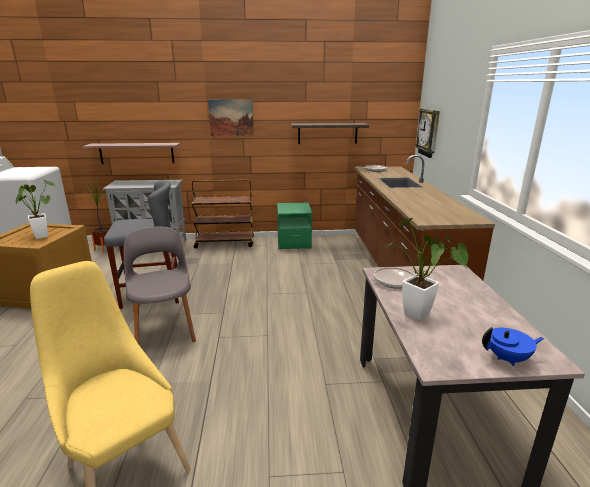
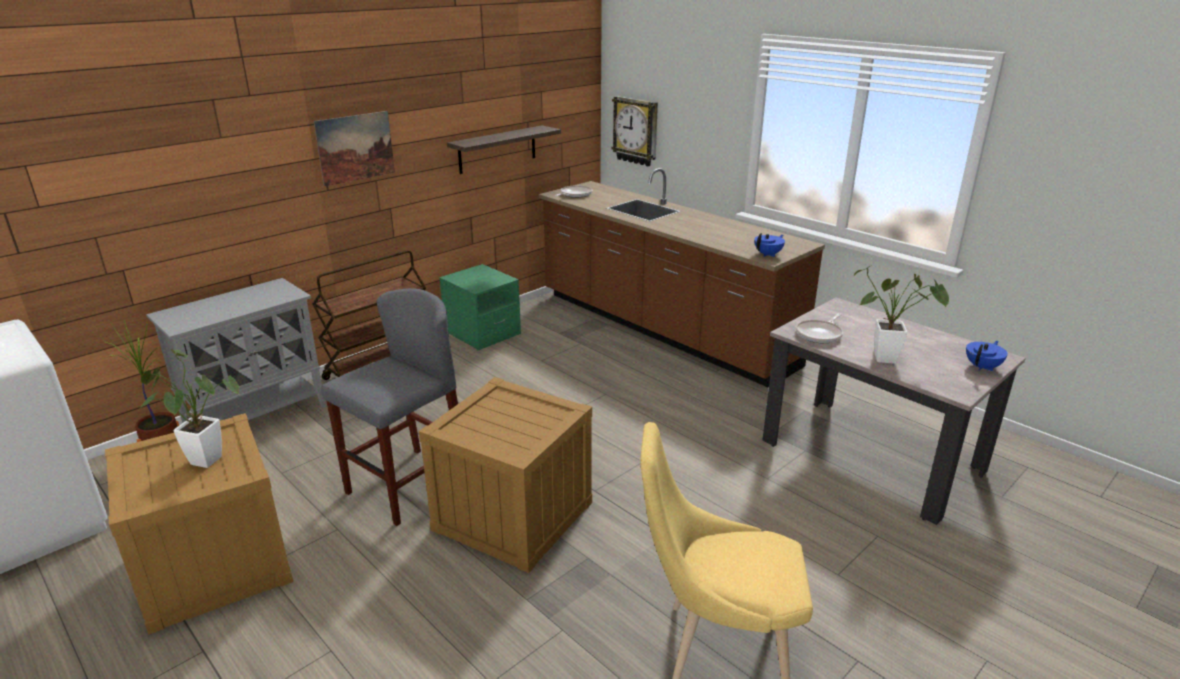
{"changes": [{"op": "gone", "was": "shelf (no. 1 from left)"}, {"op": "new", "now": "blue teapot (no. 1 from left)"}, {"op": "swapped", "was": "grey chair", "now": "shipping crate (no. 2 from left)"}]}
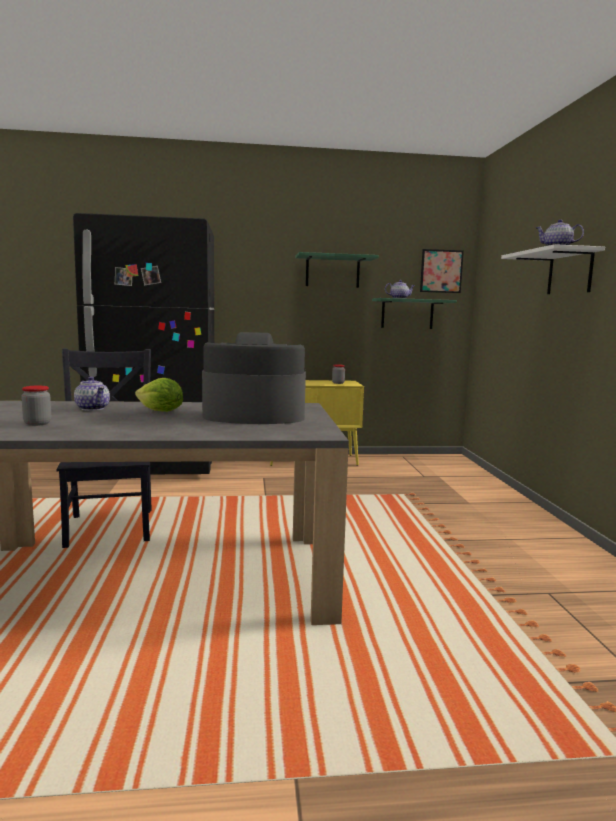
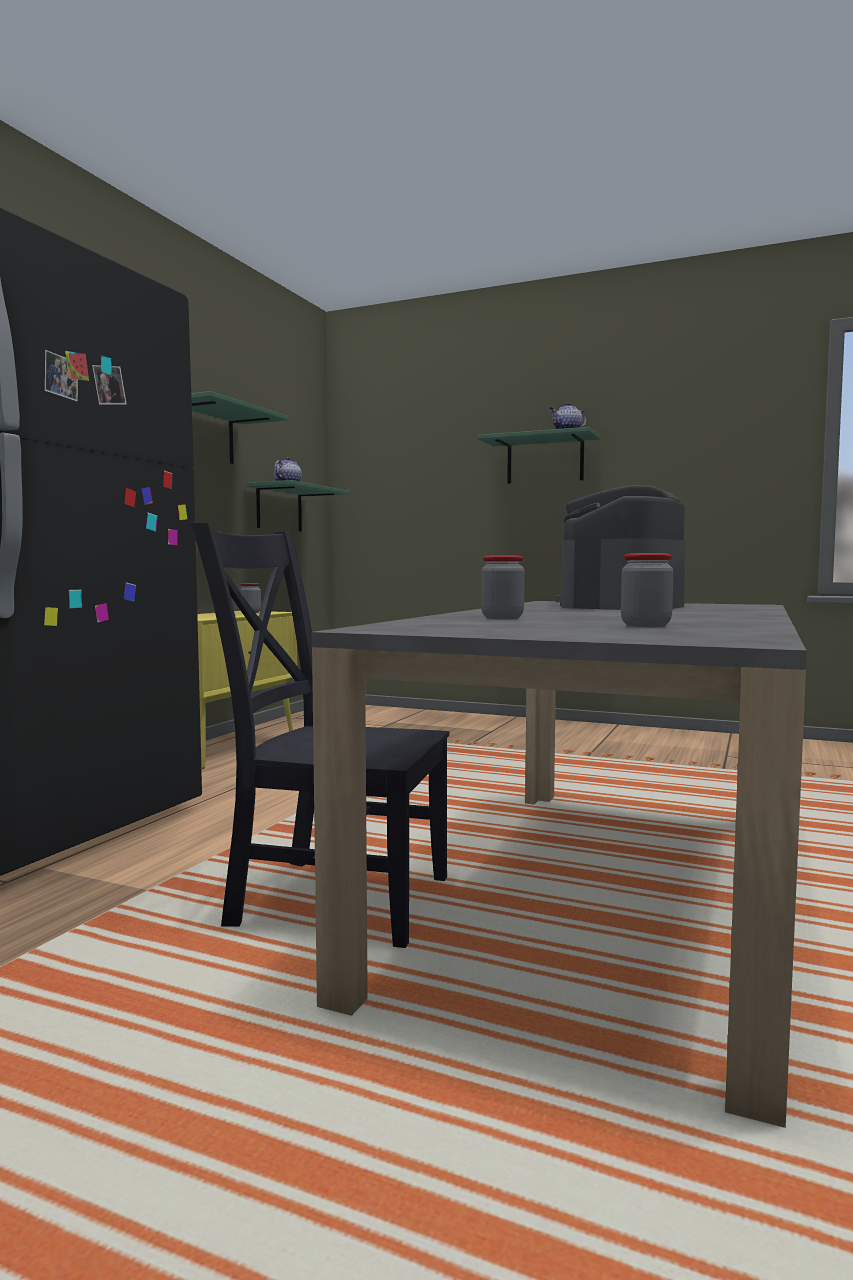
{"changes": [{"op": "gone", "was": "lettuce head"}, {"op": "gone", "was": "wall picture"}, {"op": "swapped", "was": "teapot (no. 1 from left)", "now": "preserve jar (no. 2 from left)"}, {"op": "repainted", "was": "whitish shelf", "now": "greenish shelf (no. 3 from left)"}]}
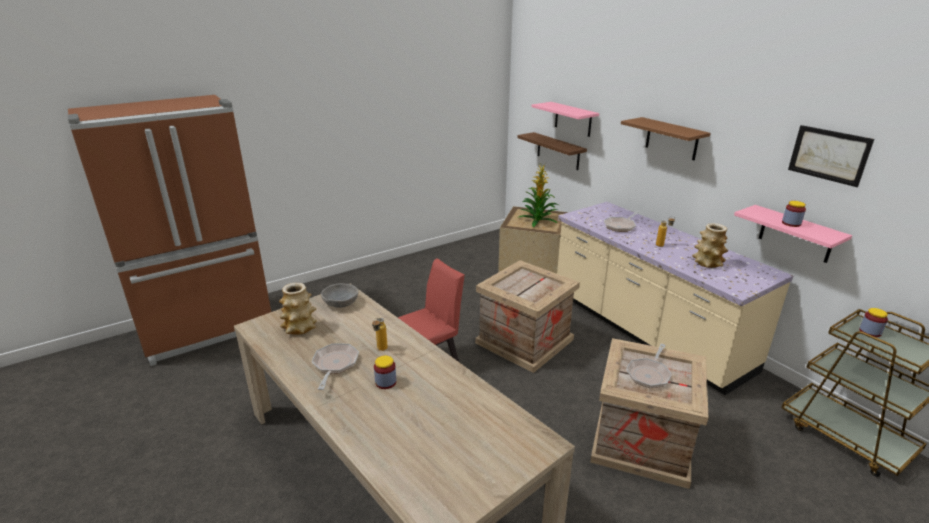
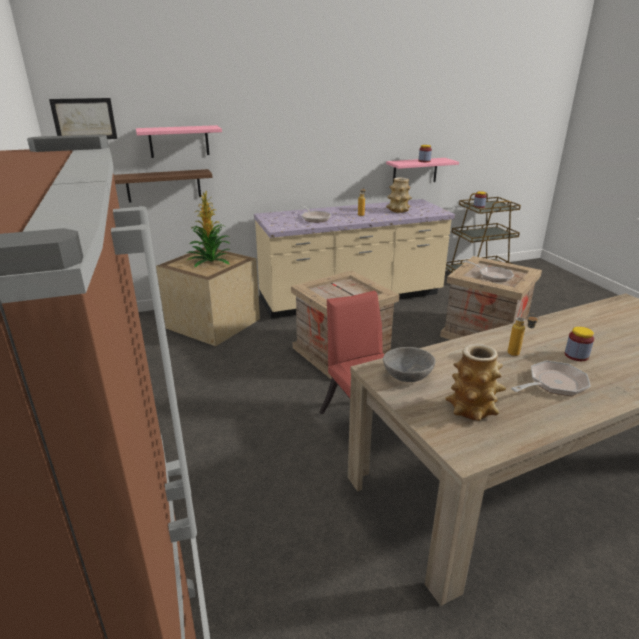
{"changes": [{"op": "gone", "was": "brown-coloured shelf (no. 2 from left)"}, {"op": "shifted", "was": "wall picture"}, {"op": "rotated", "was": "skillet (no. 1 from left in the first image)", "clockwise": 135}]}
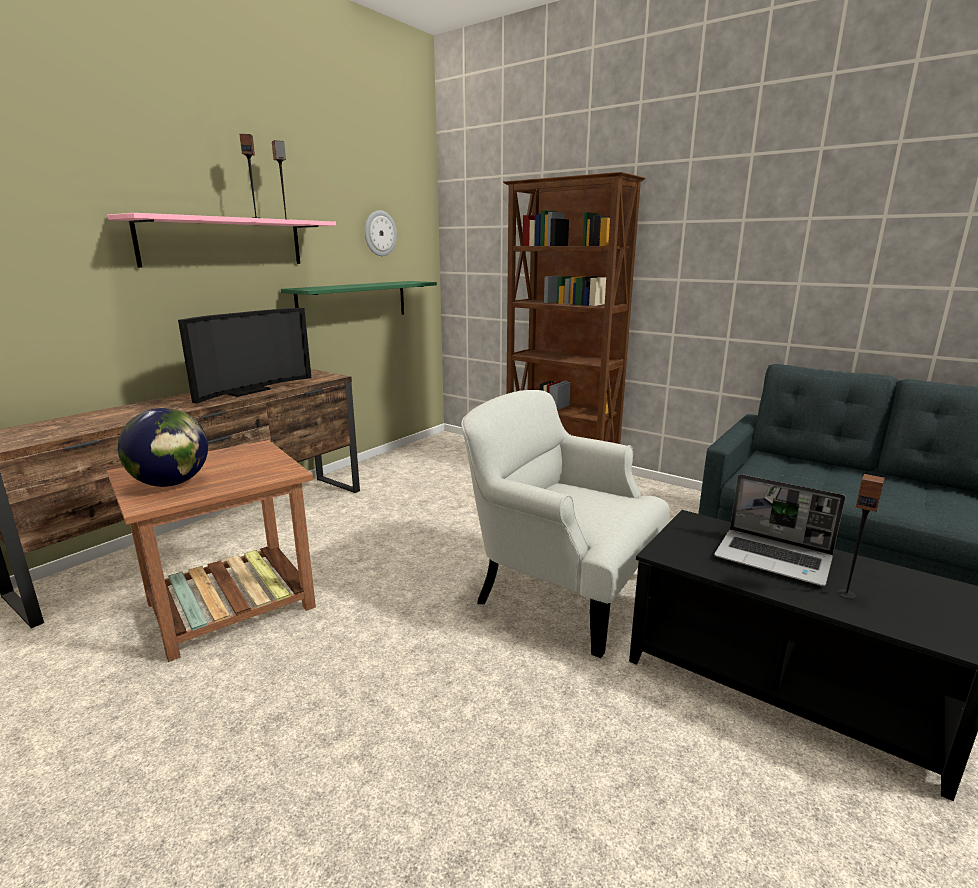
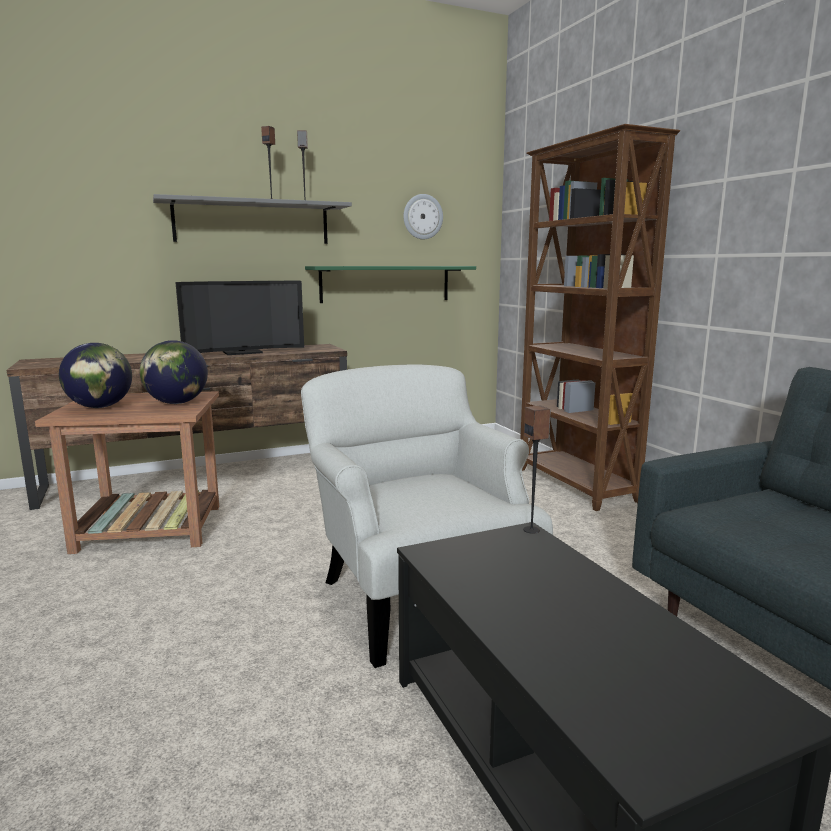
{"changes": [{"op": "gone", "was": "portable computer"}, {"op": "new", "now": "desk globe (no. 2 from left)"}, {"op": "shifted", "was": "speaker (no. 3 from left)"}, {"op": "repainted", "was": "pink-coloured shelf", "now": "grey shelf"}]}
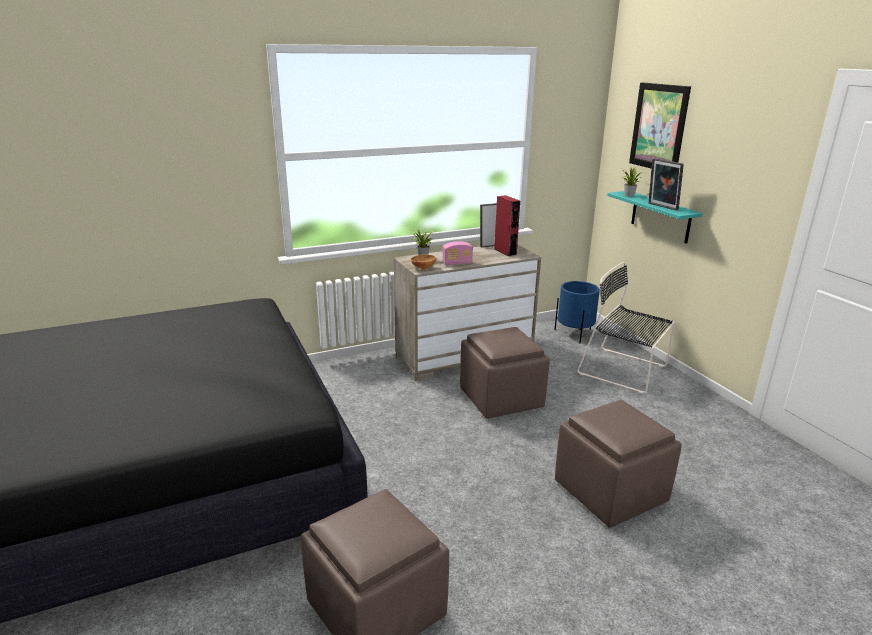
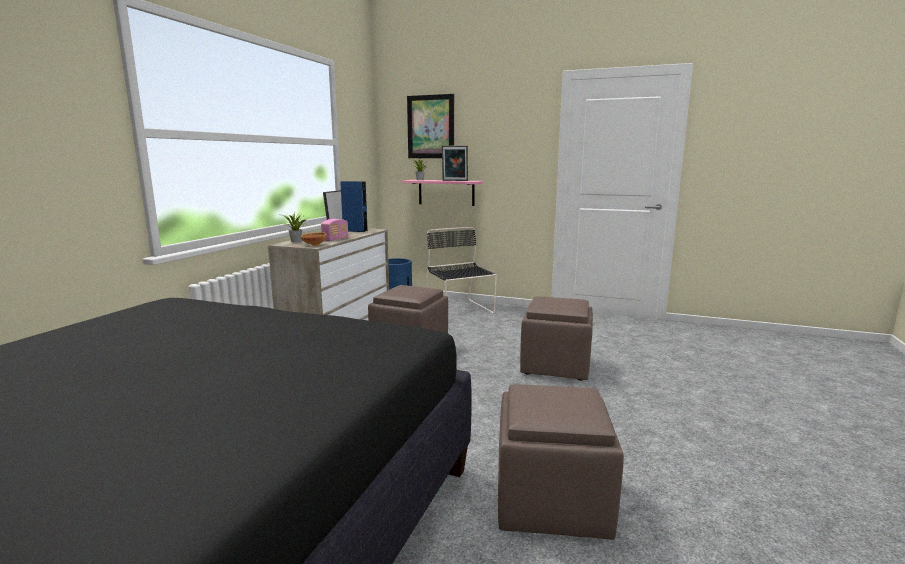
{"changes": [{"op": "repainted", "was": "reddish speaker", "now": "blue speaker"}, {"op": "repainted", "was": "turquoise-coloured shelf", "now": "pink-coloured shelf"}, {"op": "rotated", "was": "black-coloured chair", "clockwise": 75}]}
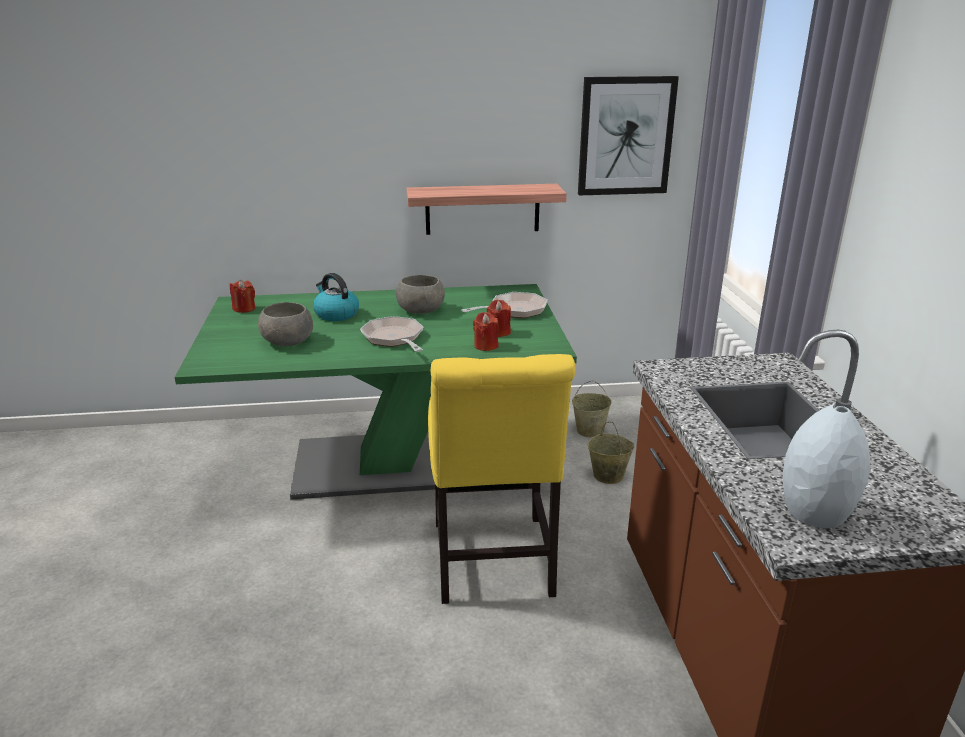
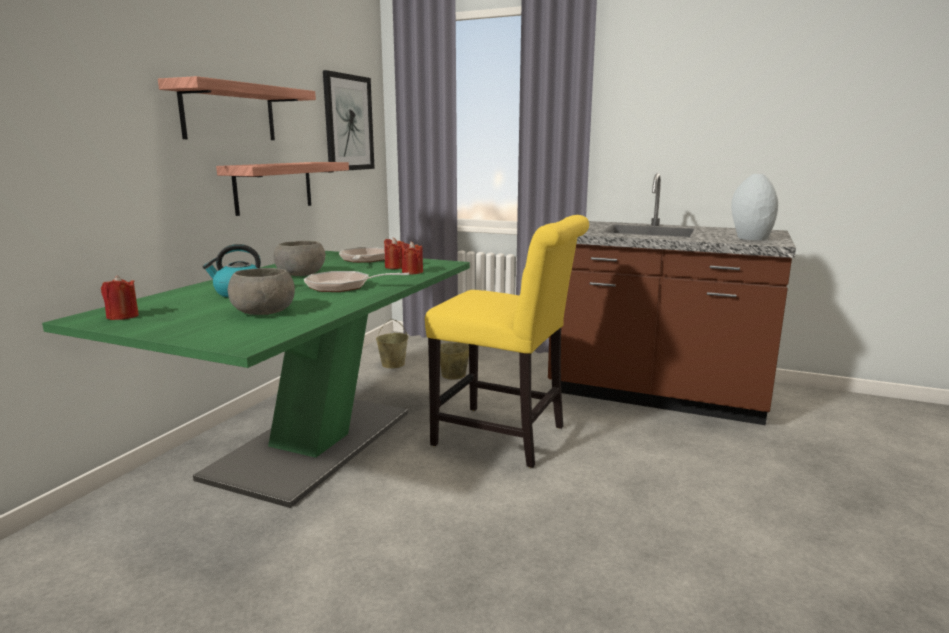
{"changes": [{"op": "new", "now": "shelf (no. 1 from left)"}]}
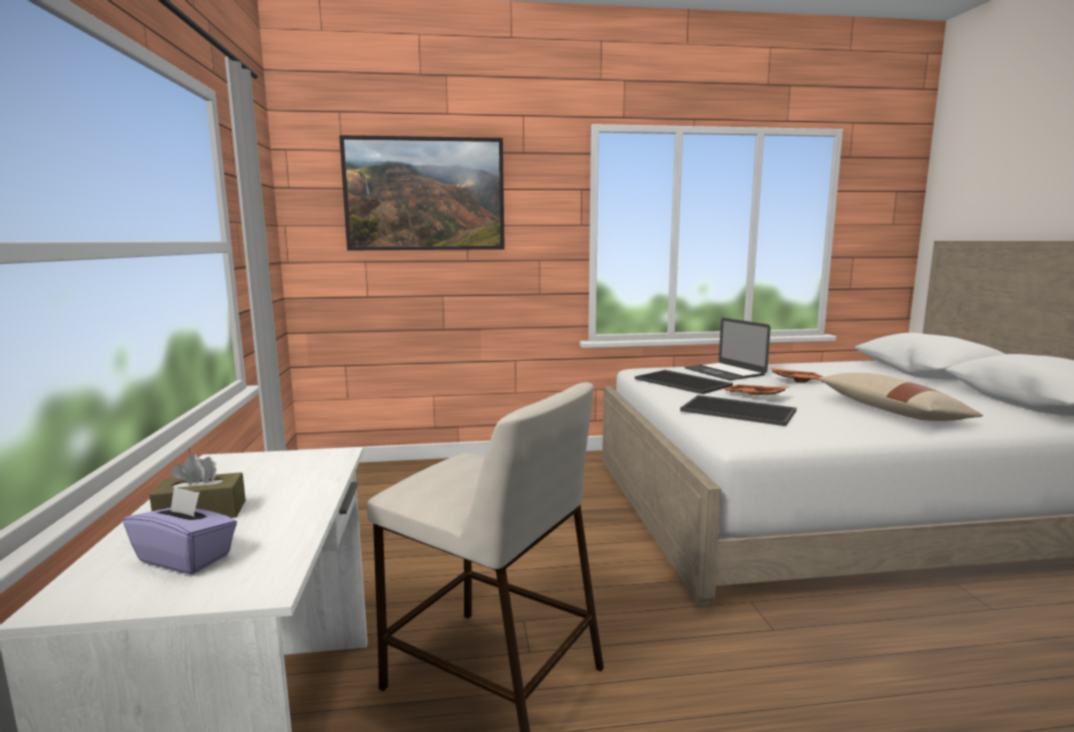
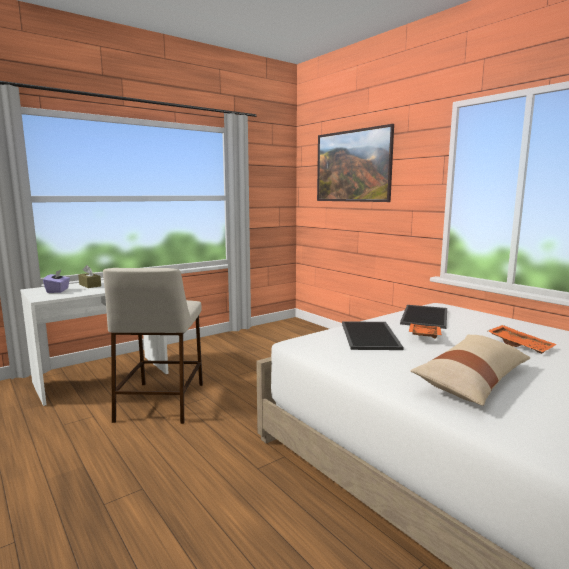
{"changes": [{"op": "gone", "was": "portable computer"}]}
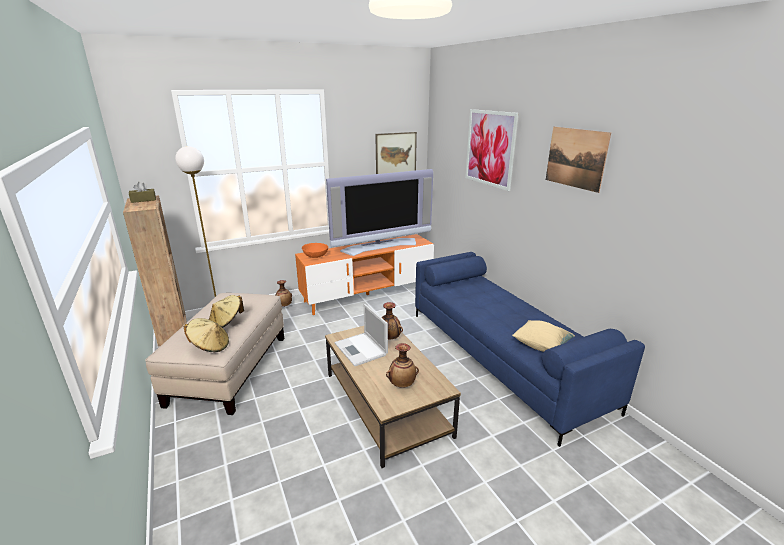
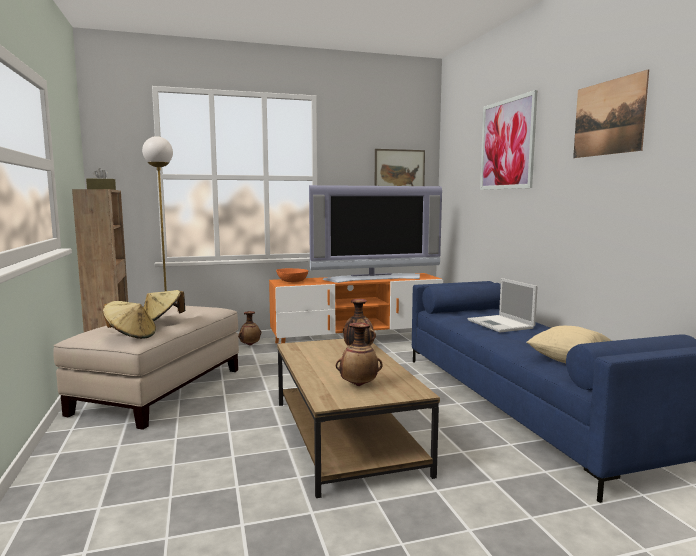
{"changes": [{"op": "shifted", "was": "portable computer"}]}
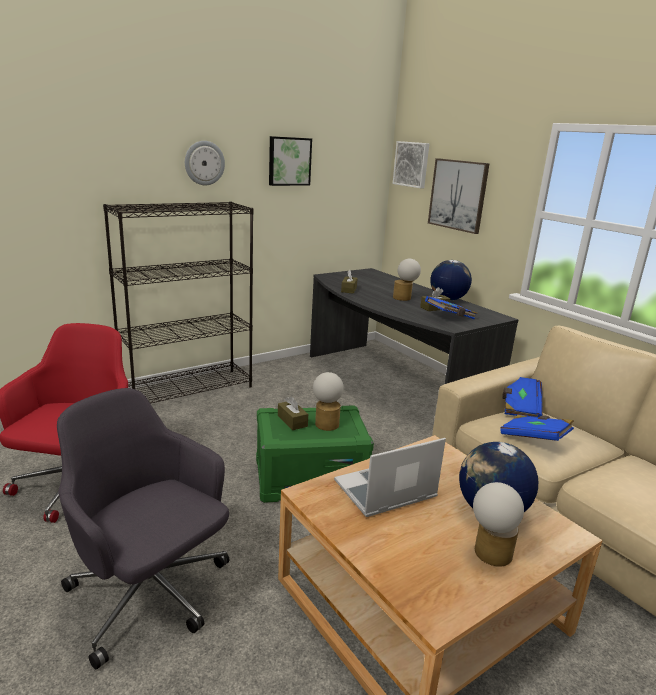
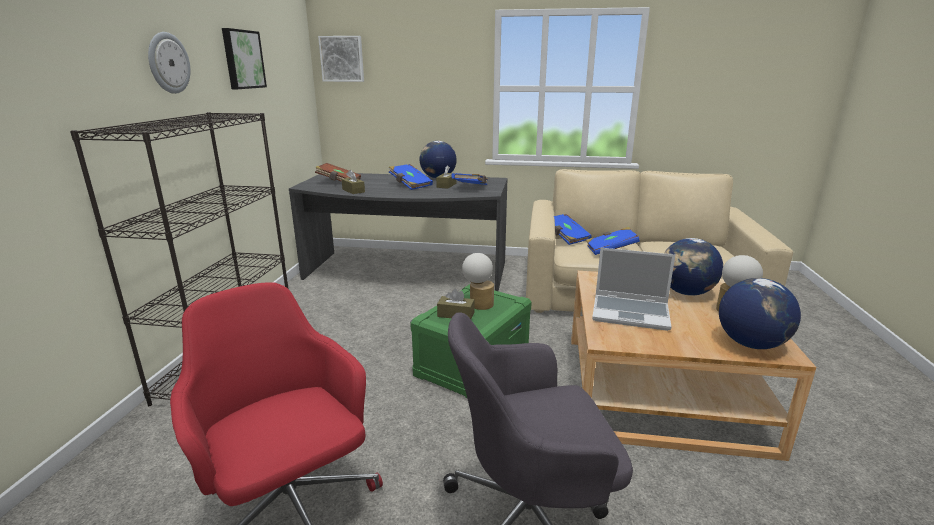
{"changes": [{"op": "gone", "was": "wall picture (no. 3 from left)"}, {"op": "new", "now": "brown-coloured volume"}, {"op": "new", "now": "desk globe (no. 3 from left)"}, {"op": "swapped", "was": "tabletop lamp (no. 2 from left)", "now": "blue volume (no. 1 from left)"}, {"op": "rotated", "was": "portable computer", "clockwise": -90}]}
